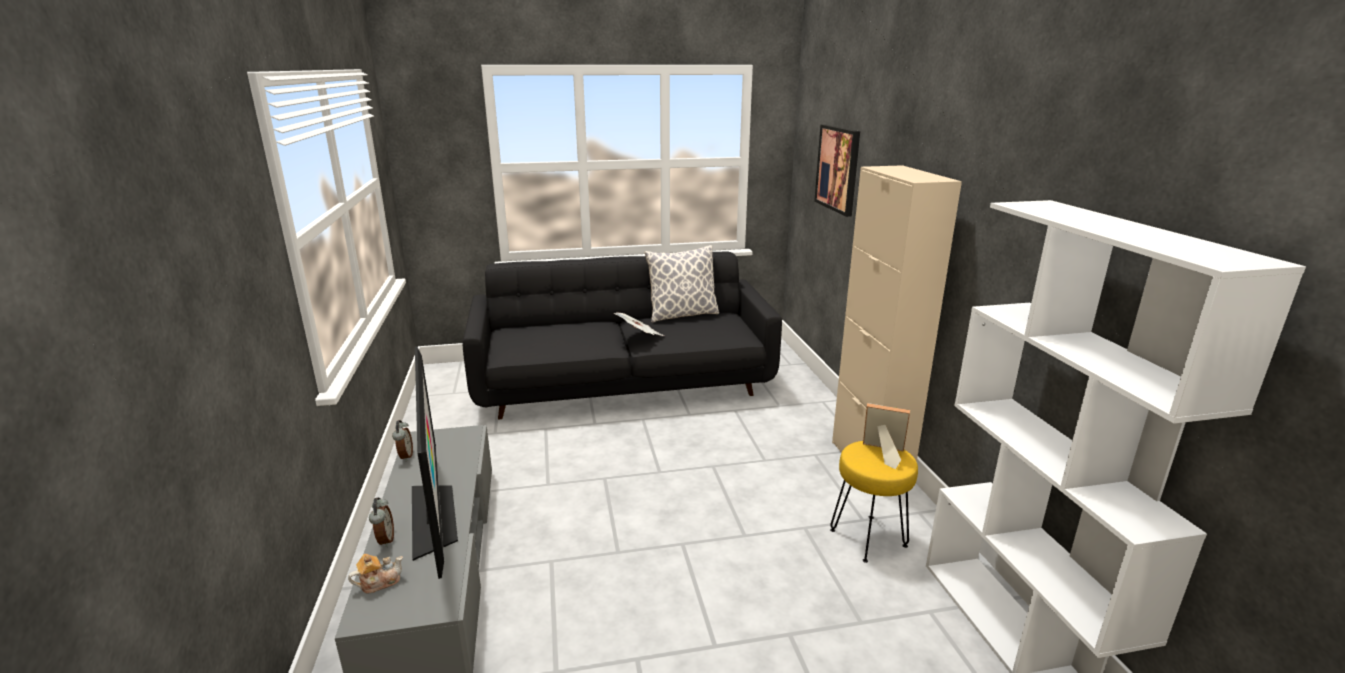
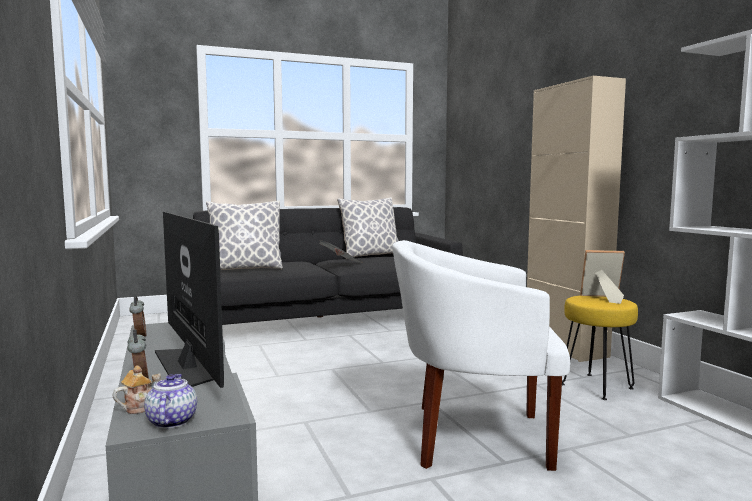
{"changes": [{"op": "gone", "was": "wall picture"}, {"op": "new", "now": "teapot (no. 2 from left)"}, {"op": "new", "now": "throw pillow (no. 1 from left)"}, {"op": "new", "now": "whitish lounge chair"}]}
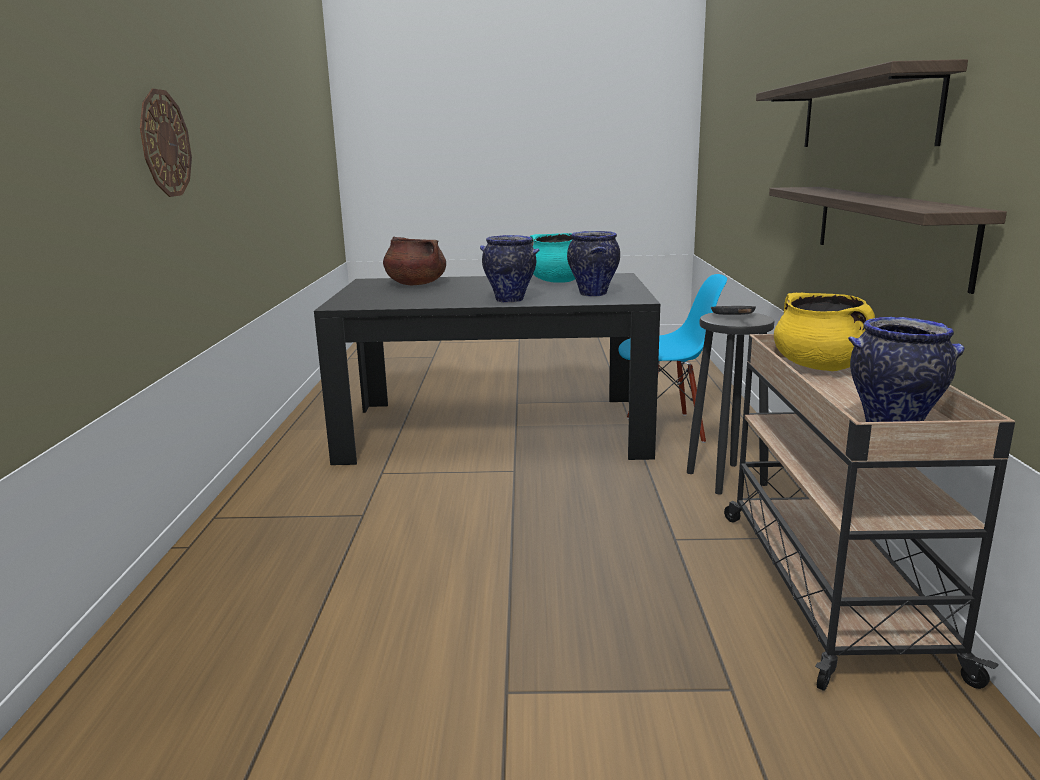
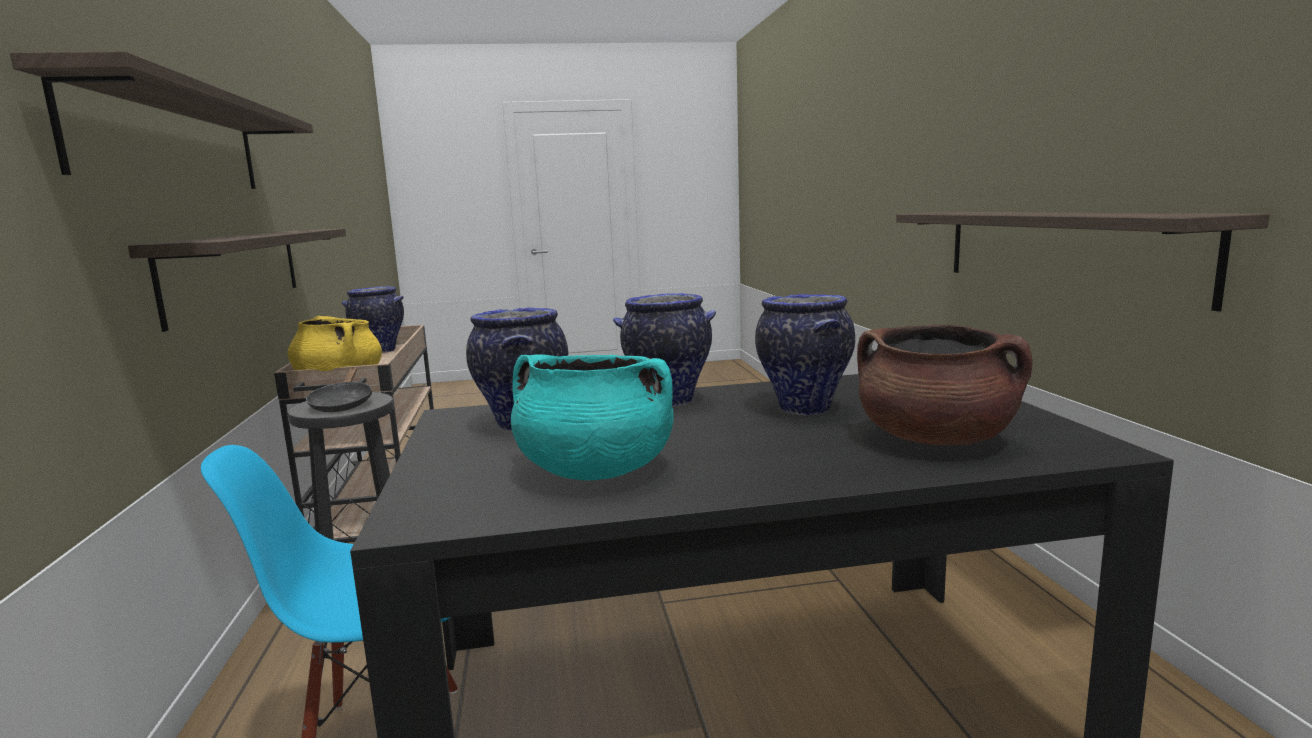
{"changes": [{"op": "gone", "was": "clock on the wall"}, {"op": "new", "now": "flower vase (no. 4 from left)"}, {"op": "new", "now": "shelf (no. 3 from left)"}]}
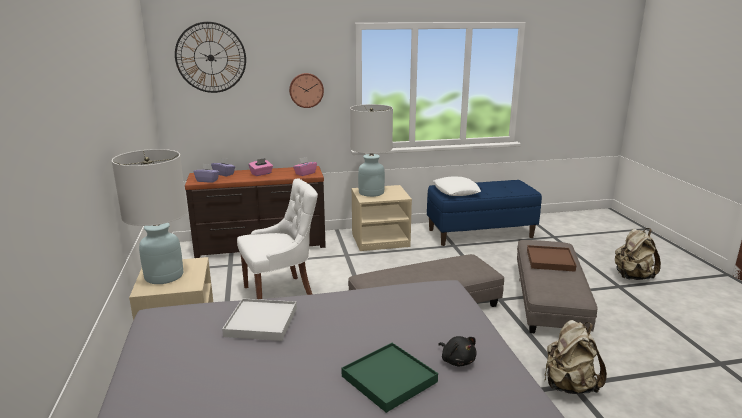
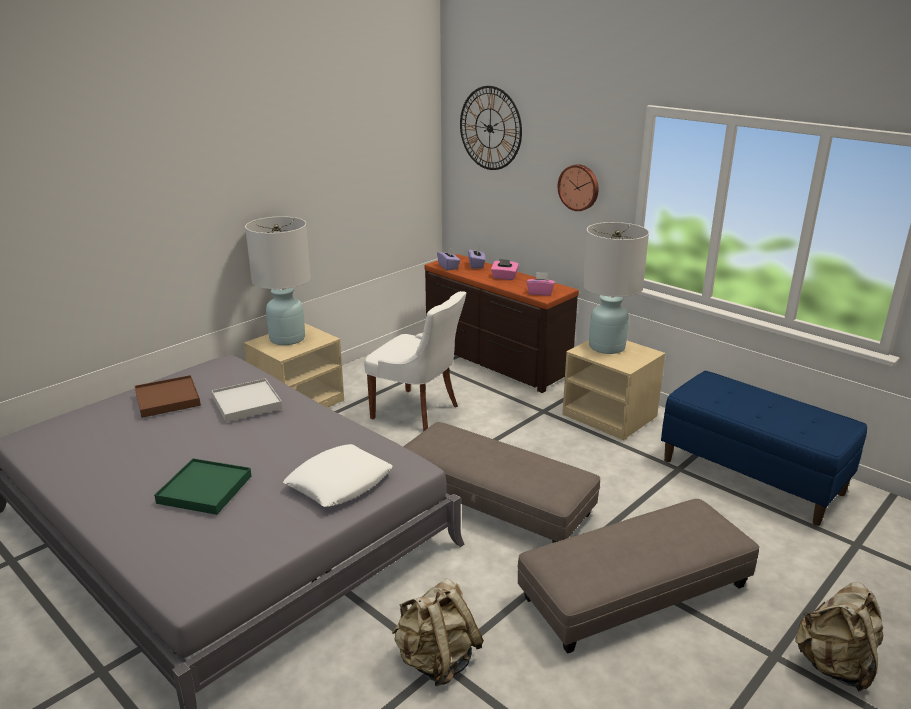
{"changes": [{"op": "gone", "was": "black-coloured plush toy"}, {"op": "shifted", "was": "whitish throw pillow"}, {"op": "shifted", "was": "brown-coloured carrying tray"}]}
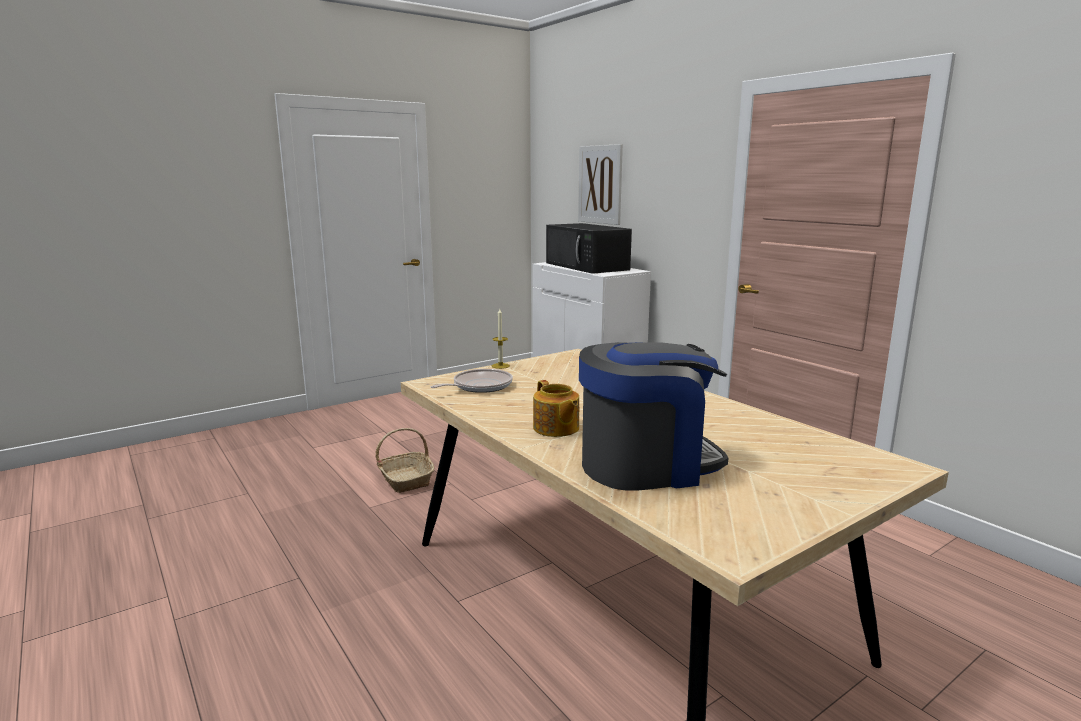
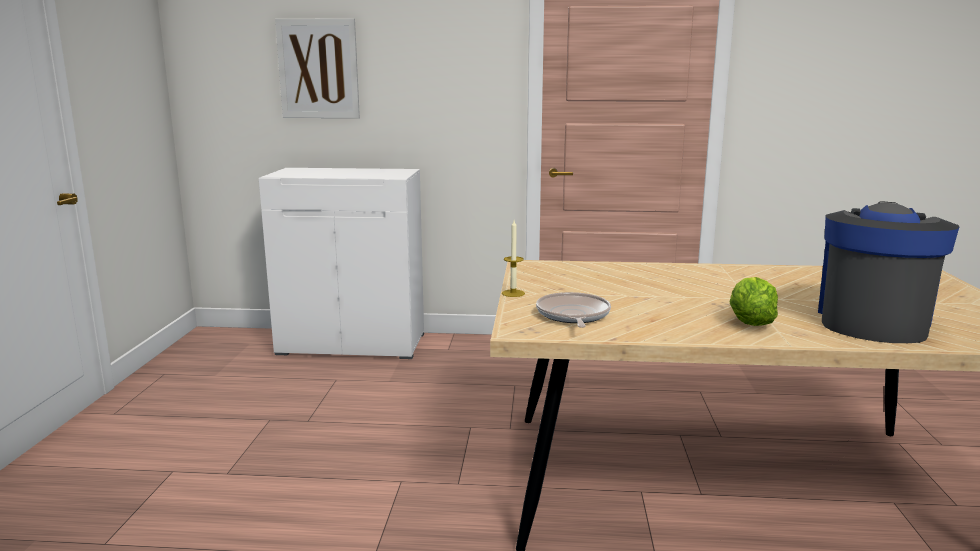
{"changes": [{"op": "gone", "was": "household basket"}, {"op": "gone", "was": "black-coloured microwave oven"}, {"op": "swapped", "was": "teapot", "now": "lettuce head"}]}
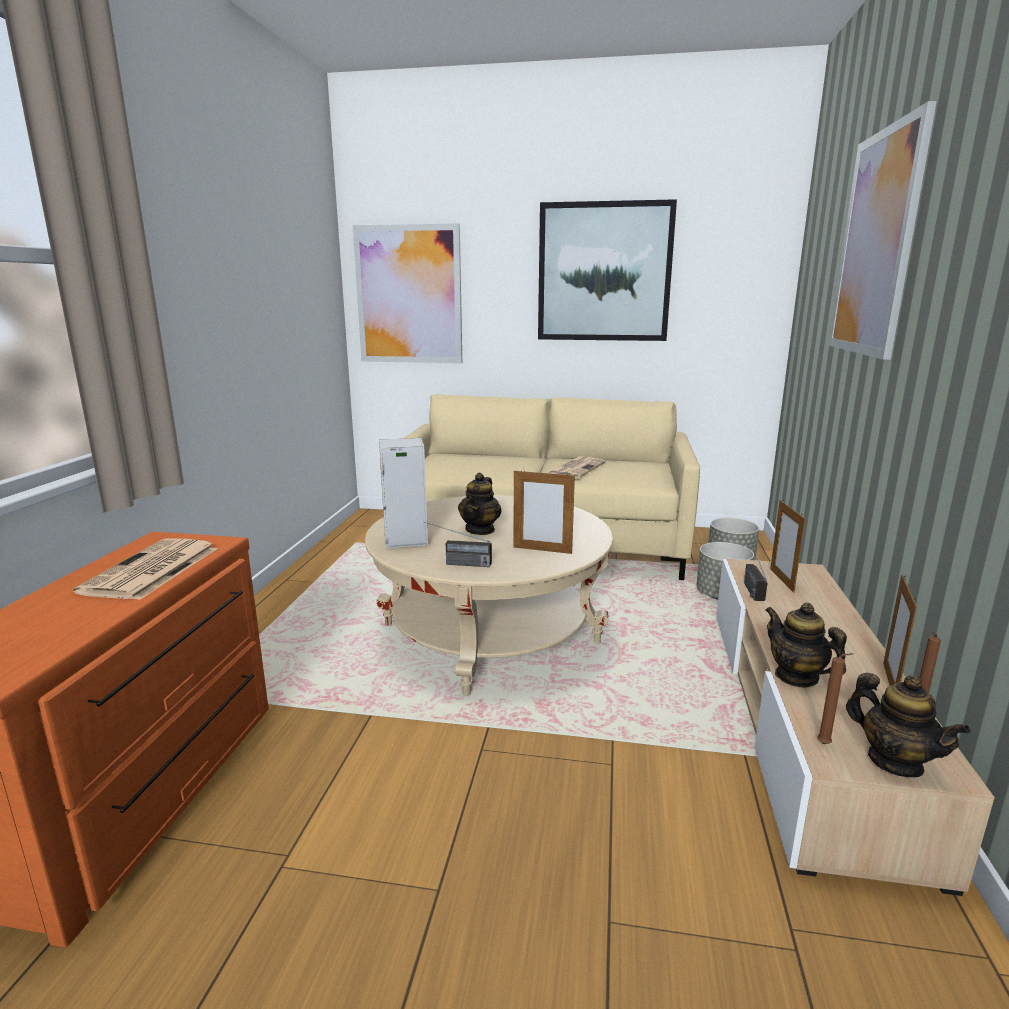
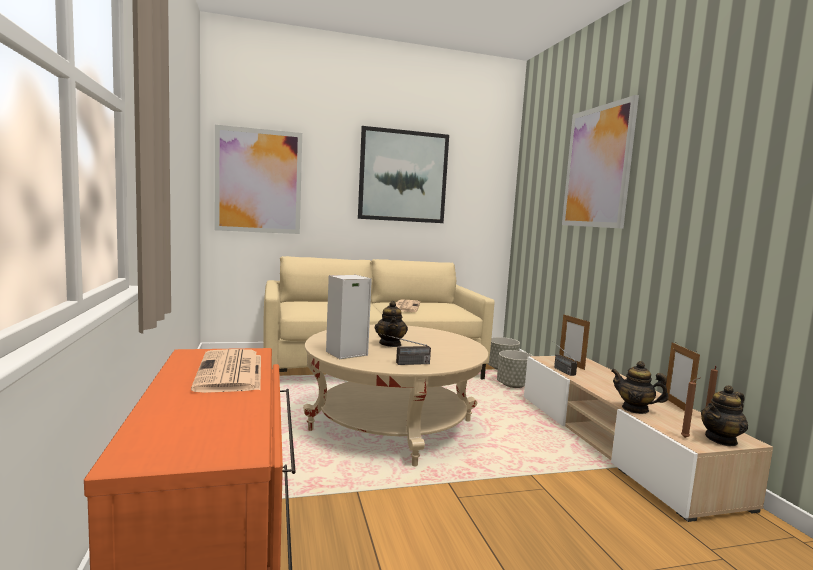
{"changes": [{"op": "gone", "was": "standing frame (no. 1 from left)"}, {"op": "rotated", "was": "teapot (no. 3 from left)", "clockwise": 120}]}
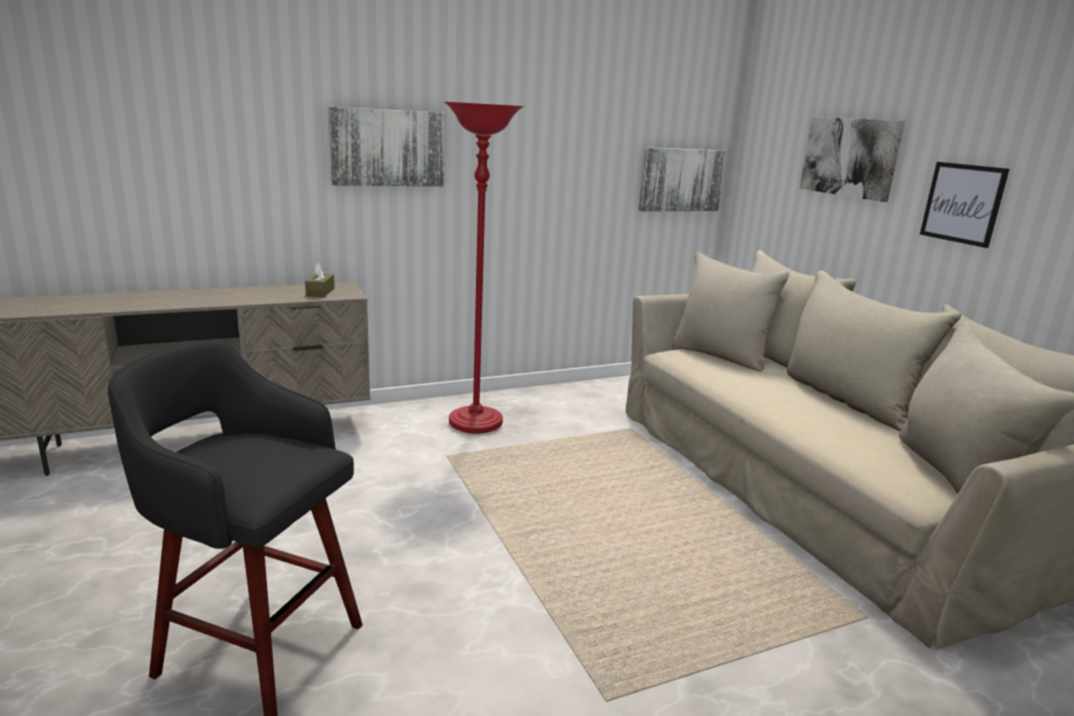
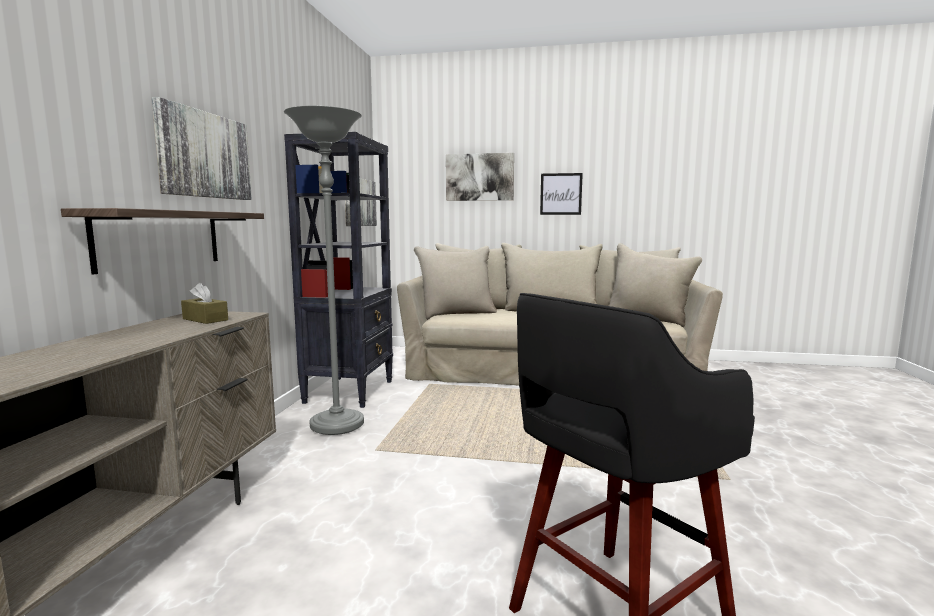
{"changes": [{"op": "new", "now": "shelf"}, {"op": "new", "now": "black-coloured shelving unit"}, {"op": "repainted", "was": "reddish standing lamp", "now": "grey standing lamp"}]}
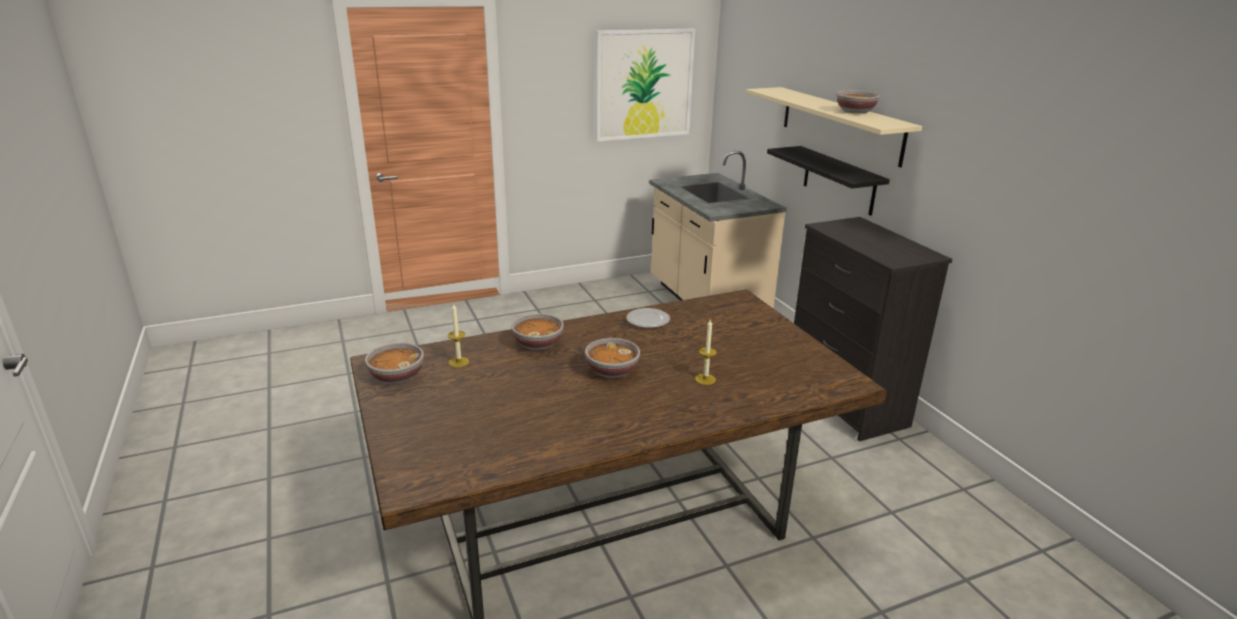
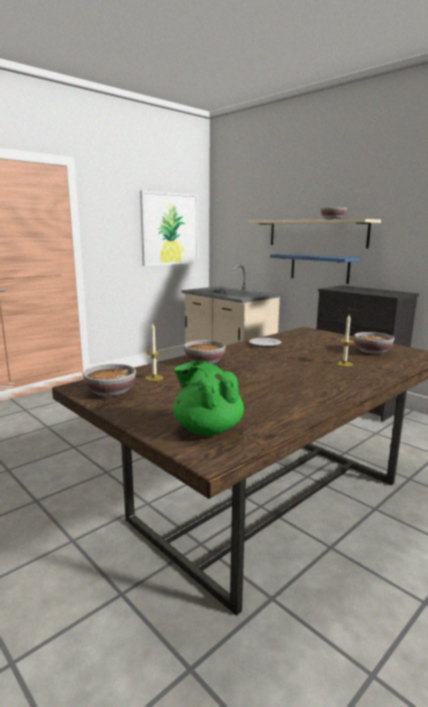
{"changes": [{"op": "new", "now": "greenish teapot"}, {"op": "shifted", "was": "bowl (no. 3 from left in the first image)", "now": "bowl (no. 4 from left)"}, {"op": "repainted", "was": "black-coloured shelf", "now": "blue shelf"}]}
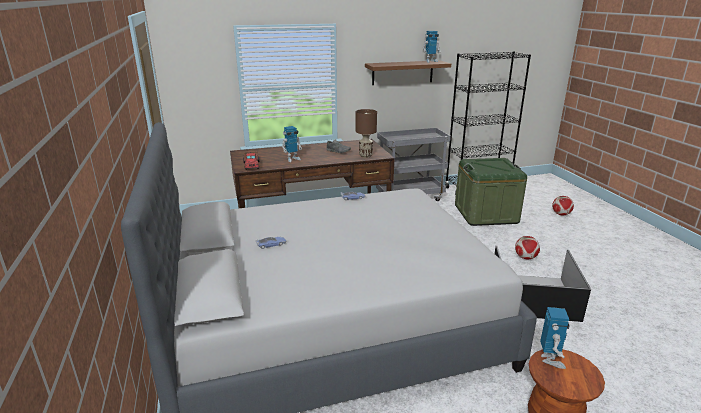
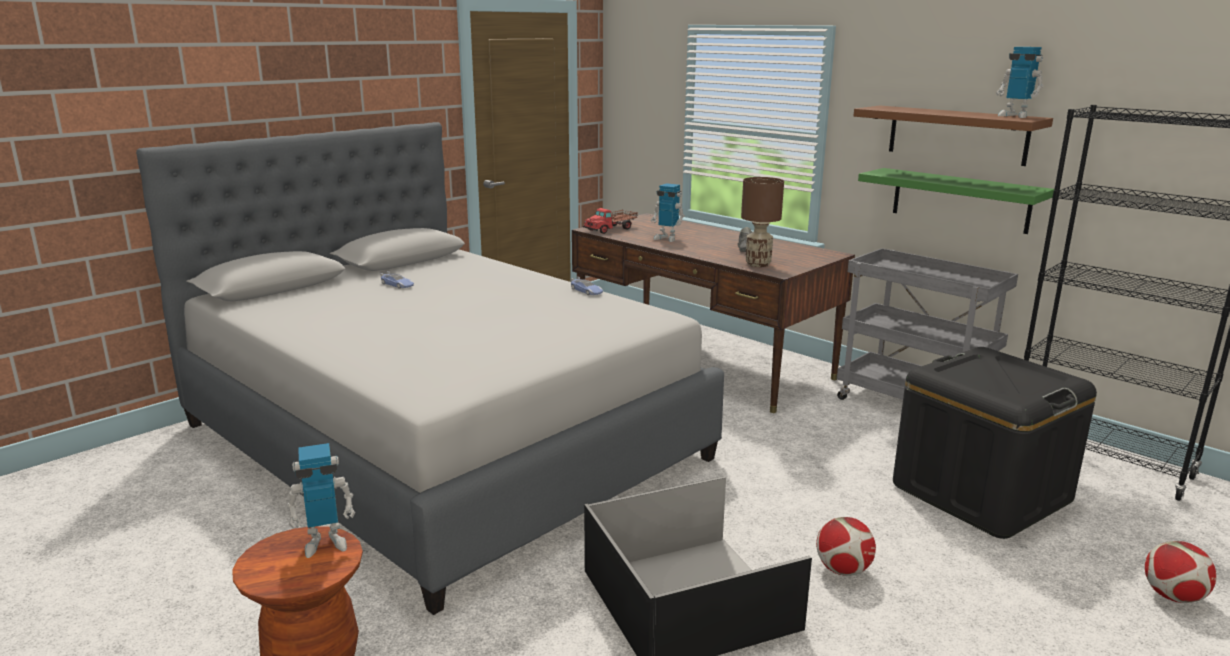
{"changes": [{"op": "new", "now": "greenish shelf"}, {"op": "repainted", "was": "greenish storage bin", "now": "black-coloured storage bin (no. 2 from left)"}]}
